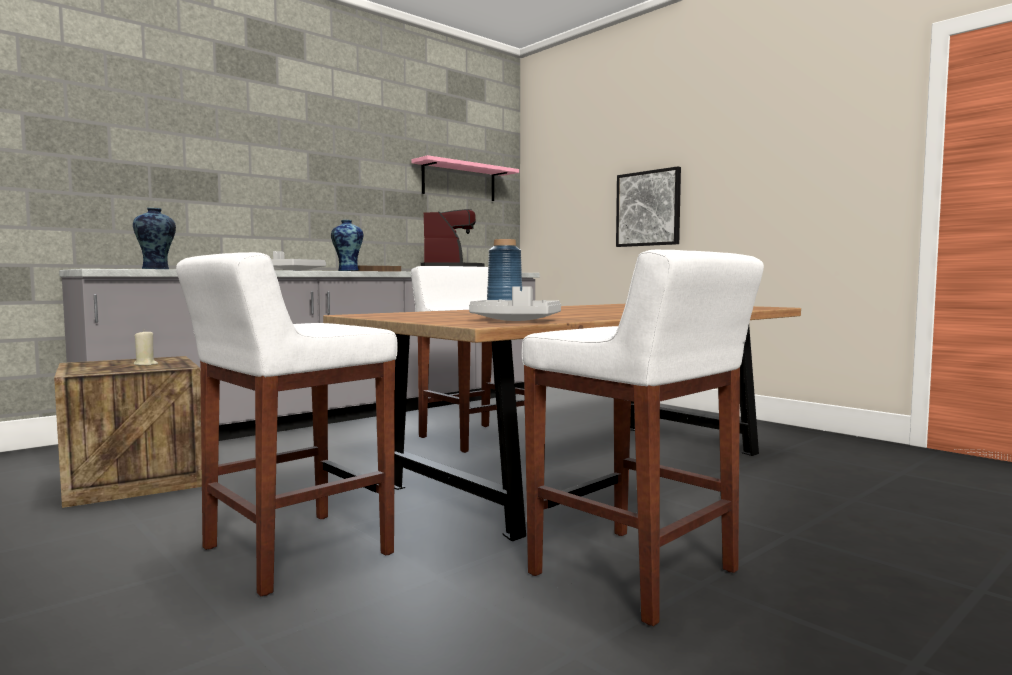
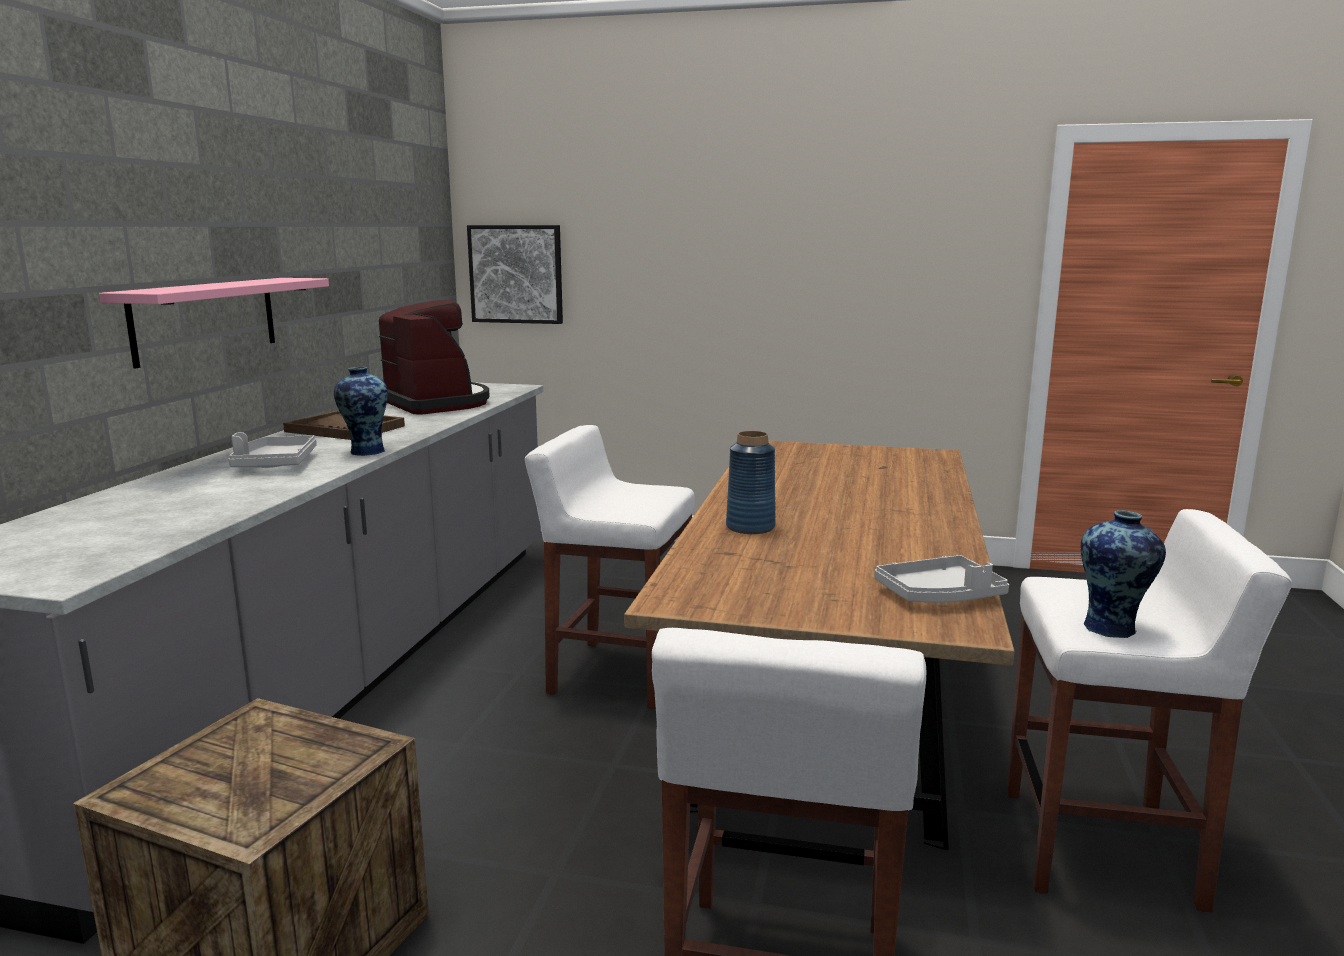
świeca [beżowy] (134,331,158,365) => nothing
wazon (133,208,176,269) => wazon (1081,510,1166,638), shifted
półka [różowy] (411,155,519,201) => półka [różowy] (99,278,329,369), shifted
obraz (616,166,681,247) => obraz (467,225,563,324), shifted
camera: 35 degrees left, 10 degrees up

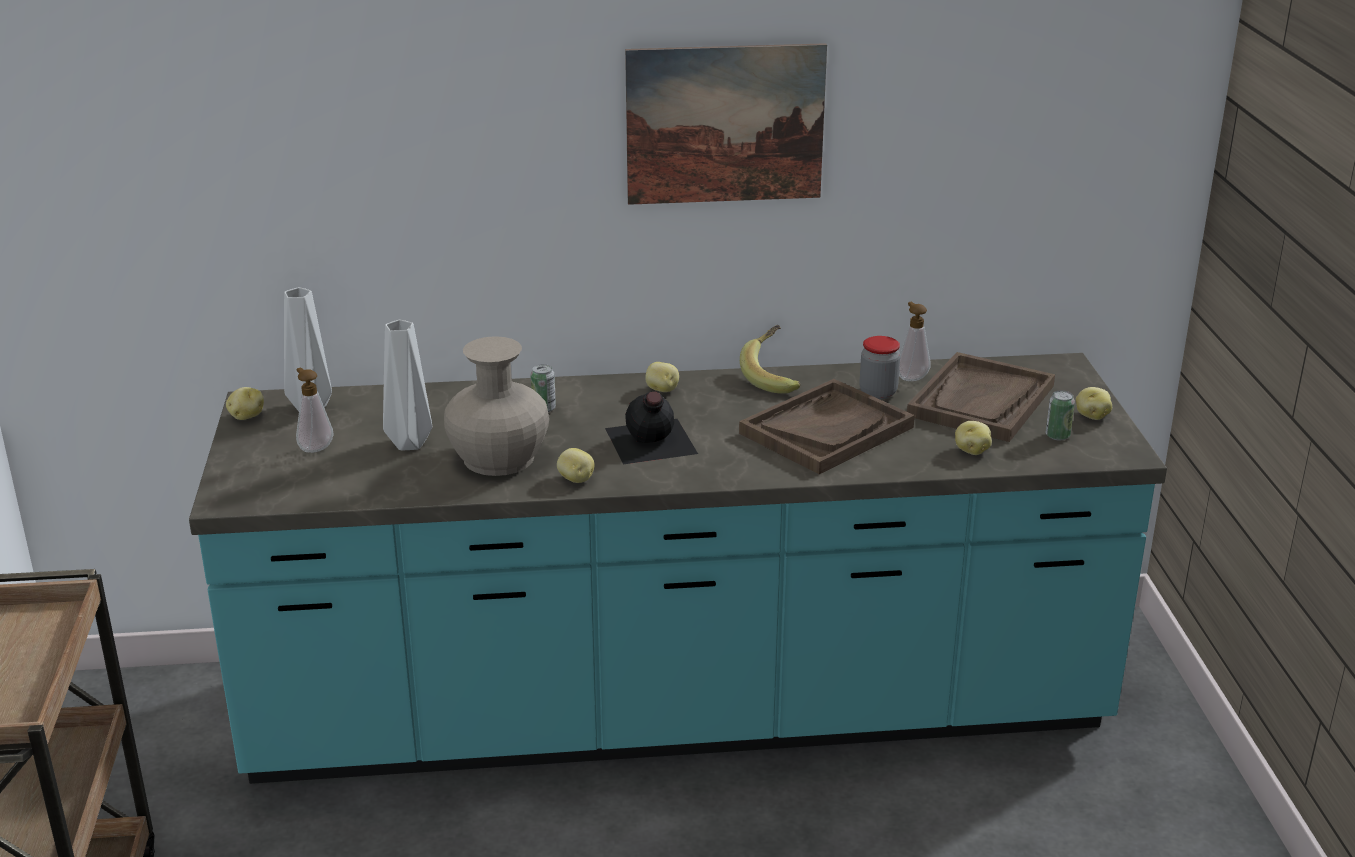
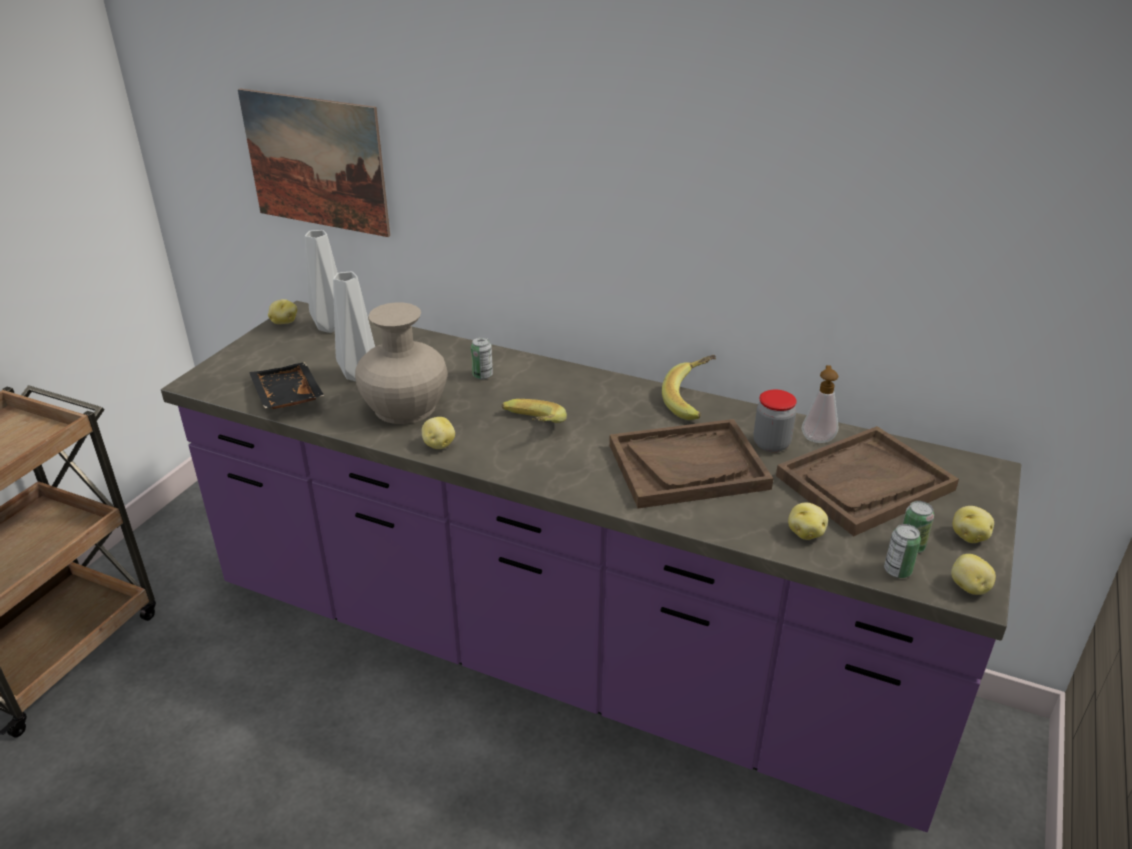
dozownik mydła (296,367,334,453) => nothing
nothing => taca [czarny] (249,362,324,409)
nothing => puszka (884,524,921,578)
obraz (625,43,827,205) => obraz (238,89,390,237), shifted
ziemniak (645,362,679,392) => ziemniak (951,554,996,595), shifted
butelka [czarny] (605,392,698,464) => banan (501,399,567,423)
zabudowa kuchenna [turkusowy] (189,353,1167,784) => zabudowa kuchenna [fioletowy] (161,301,1021,832)
camera: 30 degrees right, 5 degrees up

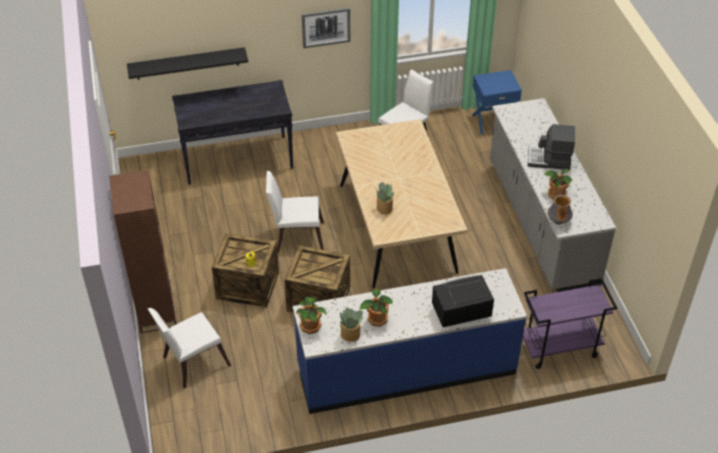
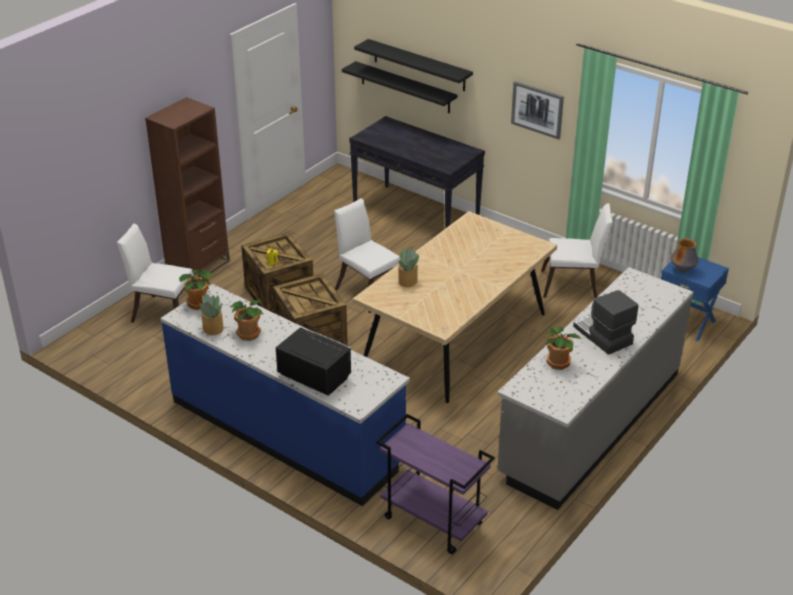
nothing => półka [czarny] (354,39,473,91)
wazon (547,195,573,224) => wazon (670,238,699,273), shifted
camera: 50 degrees right, 10 degrees down

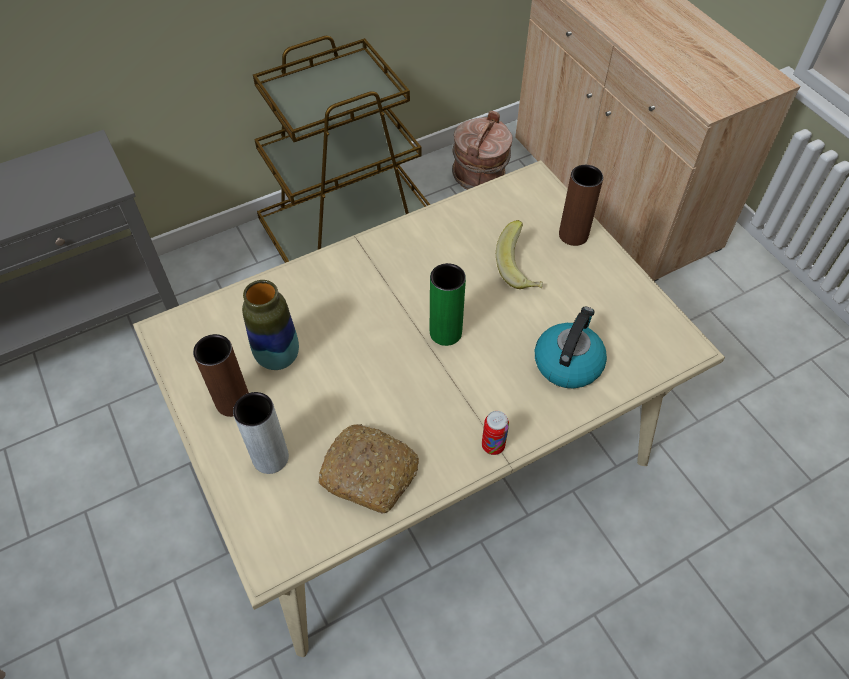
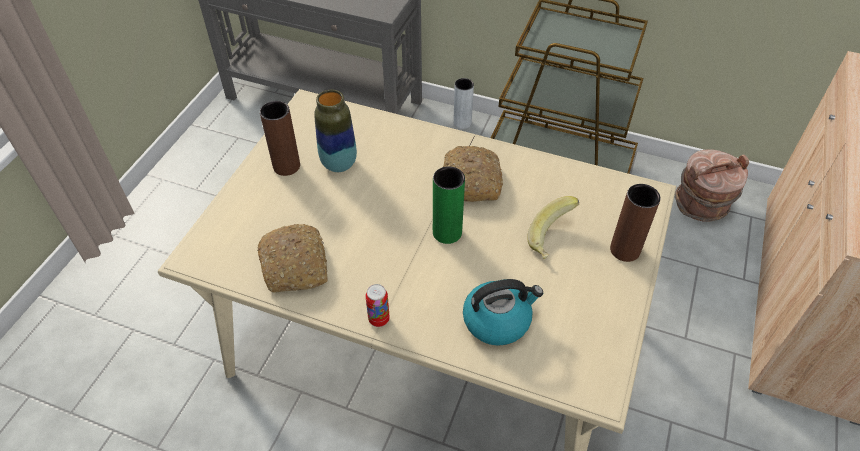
nothing => chleb (443,146,503,202)
wazon [szary] (233,392,289,474) => wazon [szary] (453,78,474,129), shifted
camera: 50 degrees right, 5 degrees down

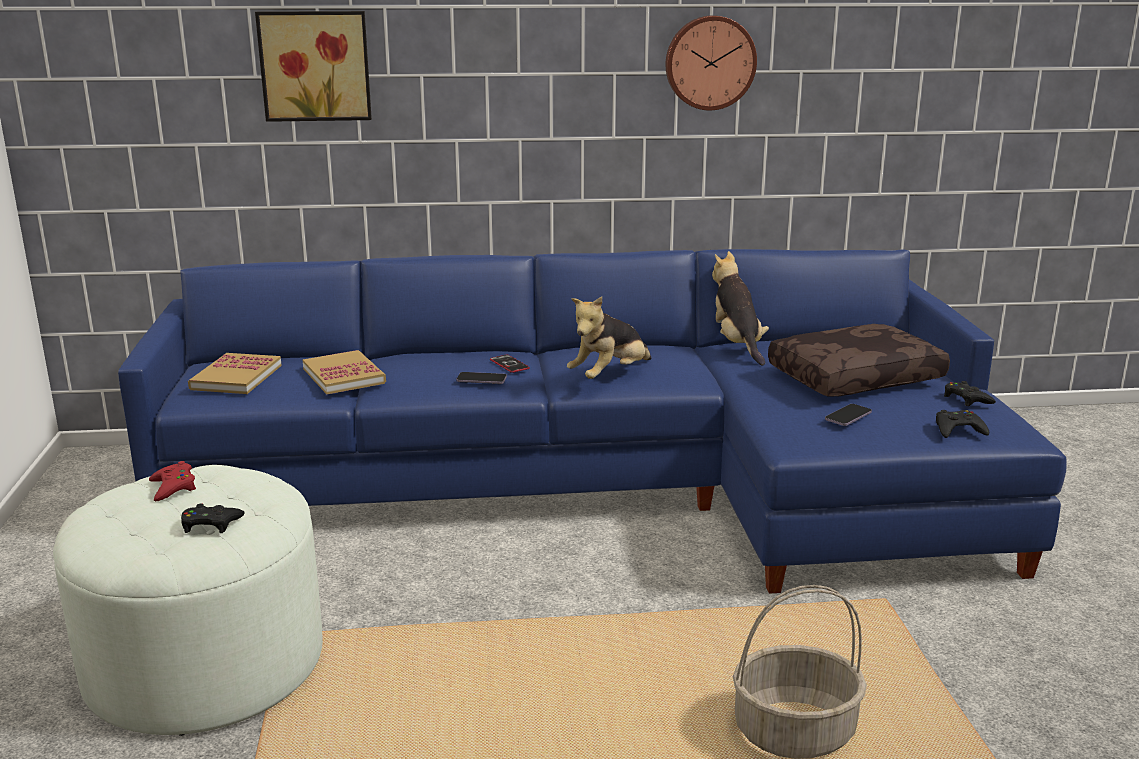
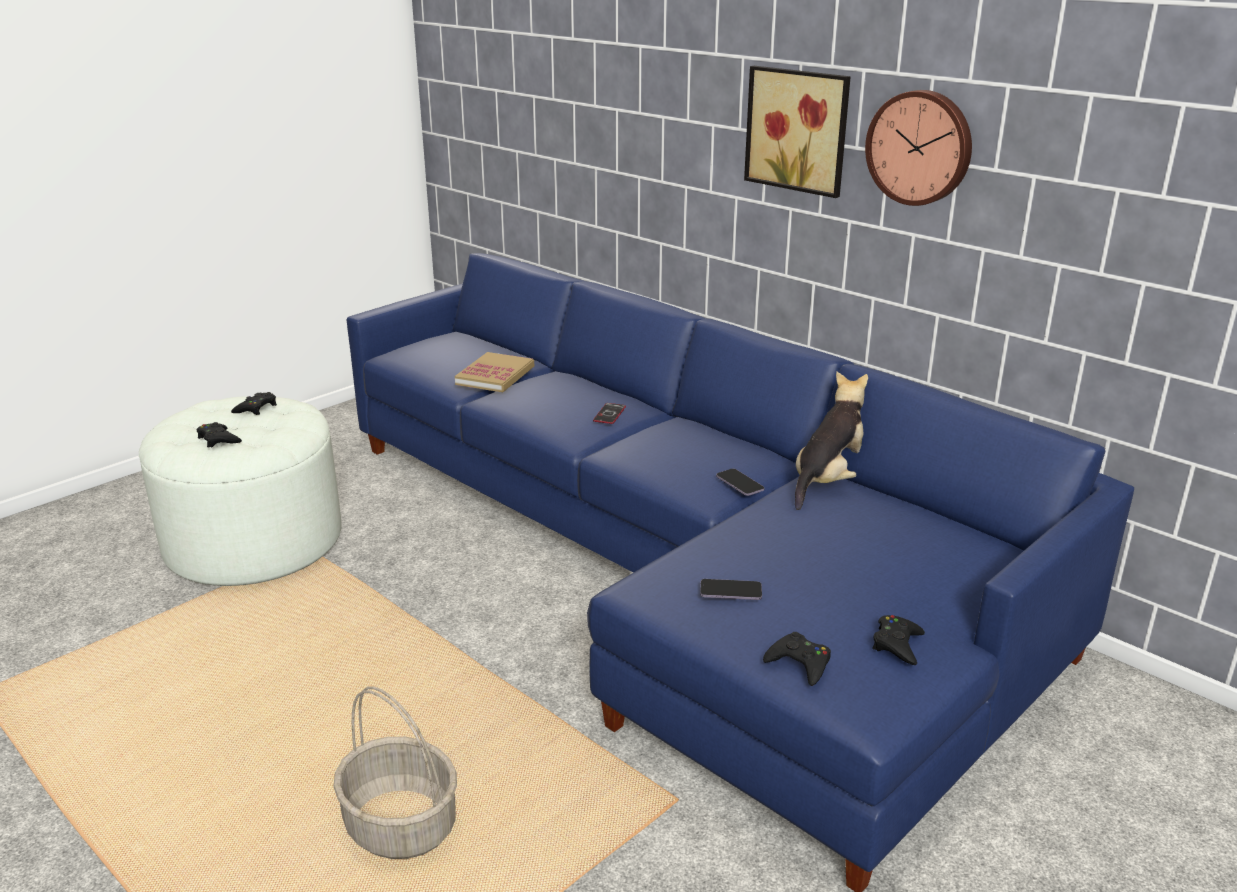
książka (188,353,282,394) => nothing
pluszak (567,296,652,379) => nothing
poduszka [brązowy] (768,324,950,396) => nothing
obraz (255,11,372,122) => obraz (744,66,851,198), shifted
telefon (457,372,507,384) => telefon (716,468,765,496), shifted
pad do gier [czerwony] (149,461,196,501) => pad do gier [czarny] (231,392,277,415)
camera: 50 degrees right, 5 degrees up

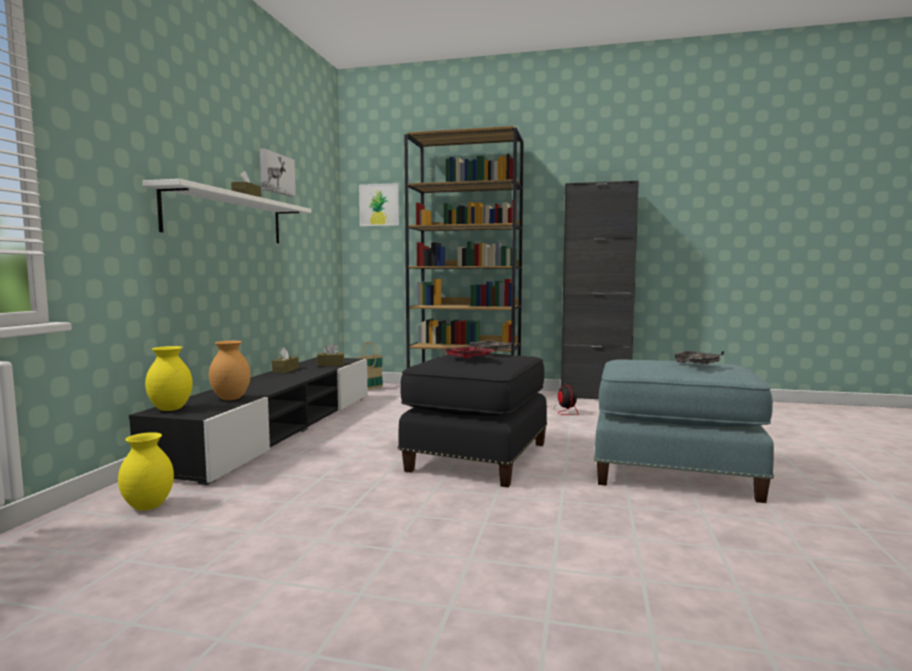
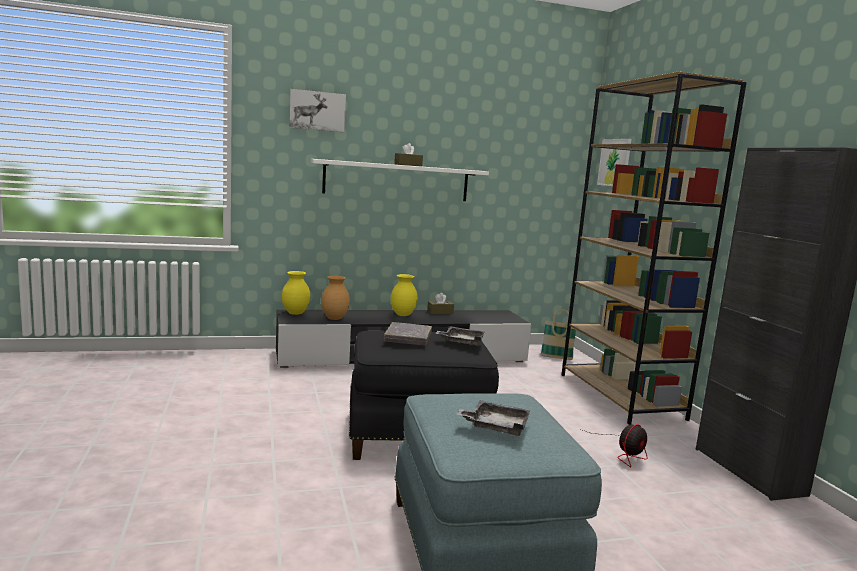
pudełko chusteczek [brązowy] (317,343,344,366) => nothing
wazon [żółty] (118,432,174,511) => wazon [żółty] (391,274,418,316), shifted
obraz (260,148,296,197) => obraz (289,89,346,132), shifted
taca [czerwony] (444,343,495,359) => książka [szary] (384,322,432,345)
camera: 60 degrees right, 5 degrees up

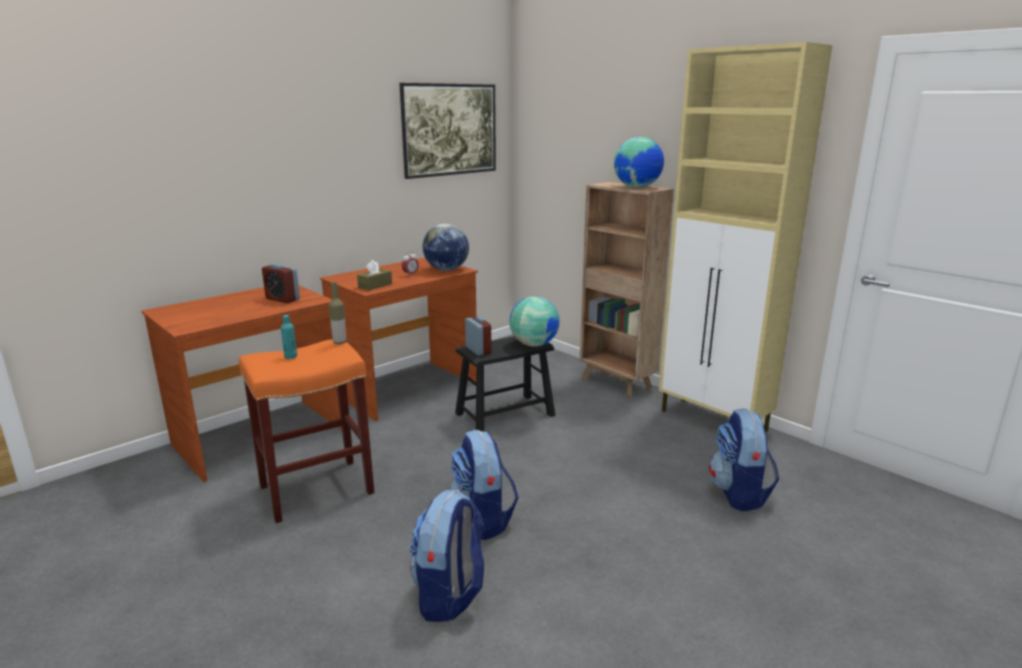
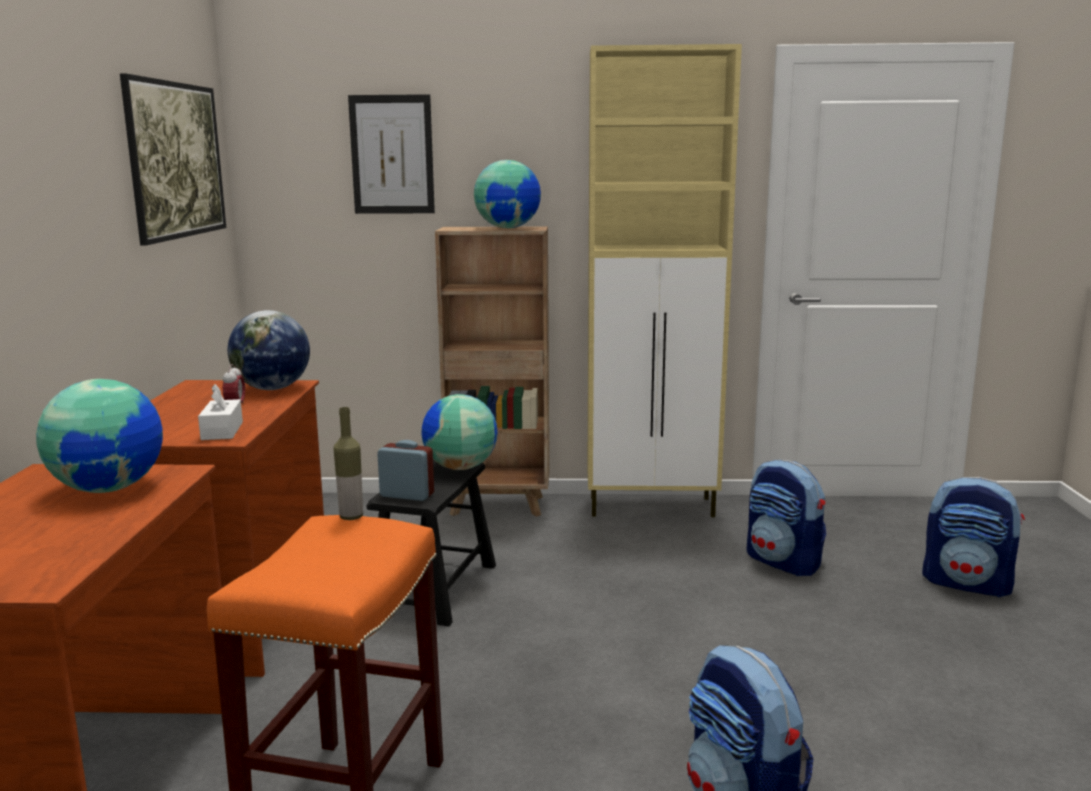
butelka [turkusowy] (281,315,297,359) => nothing
nothing => obraz (348,94,435,214)
plecak (450,430,519,540) => plecak (922,477,1025,597), shifted
budzik (262,263,300,303) => globus (36,379,163,493)
pudełko chusteczek [brązowy] (357,260,392,291) => pudełko chusteczek [biały] (198,384,243,440)
camera: 45 degrees left, 5 degrees down

